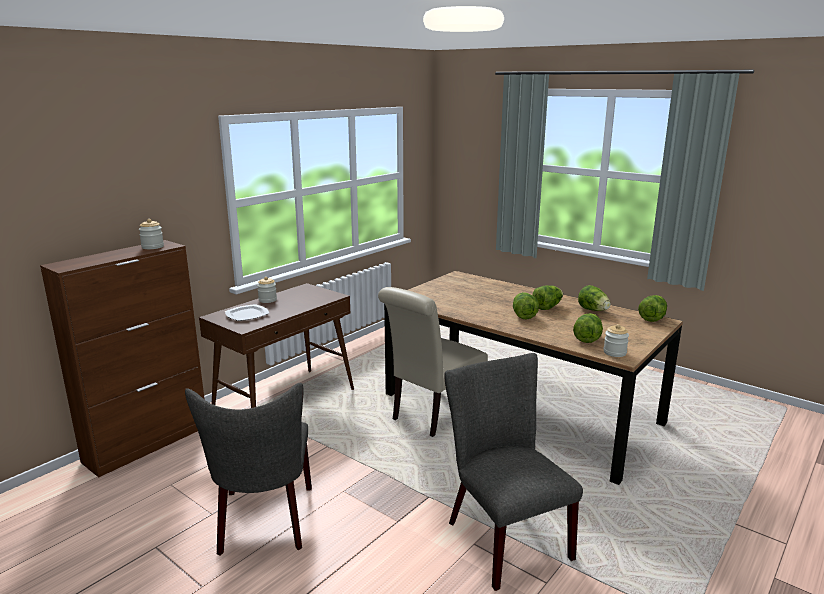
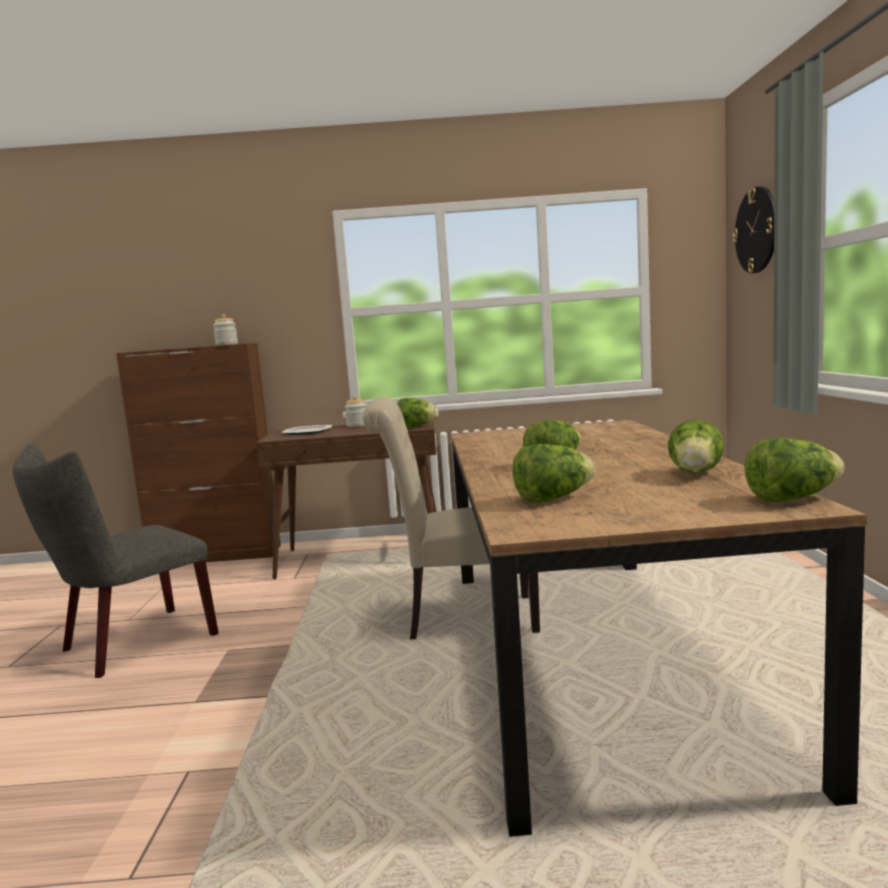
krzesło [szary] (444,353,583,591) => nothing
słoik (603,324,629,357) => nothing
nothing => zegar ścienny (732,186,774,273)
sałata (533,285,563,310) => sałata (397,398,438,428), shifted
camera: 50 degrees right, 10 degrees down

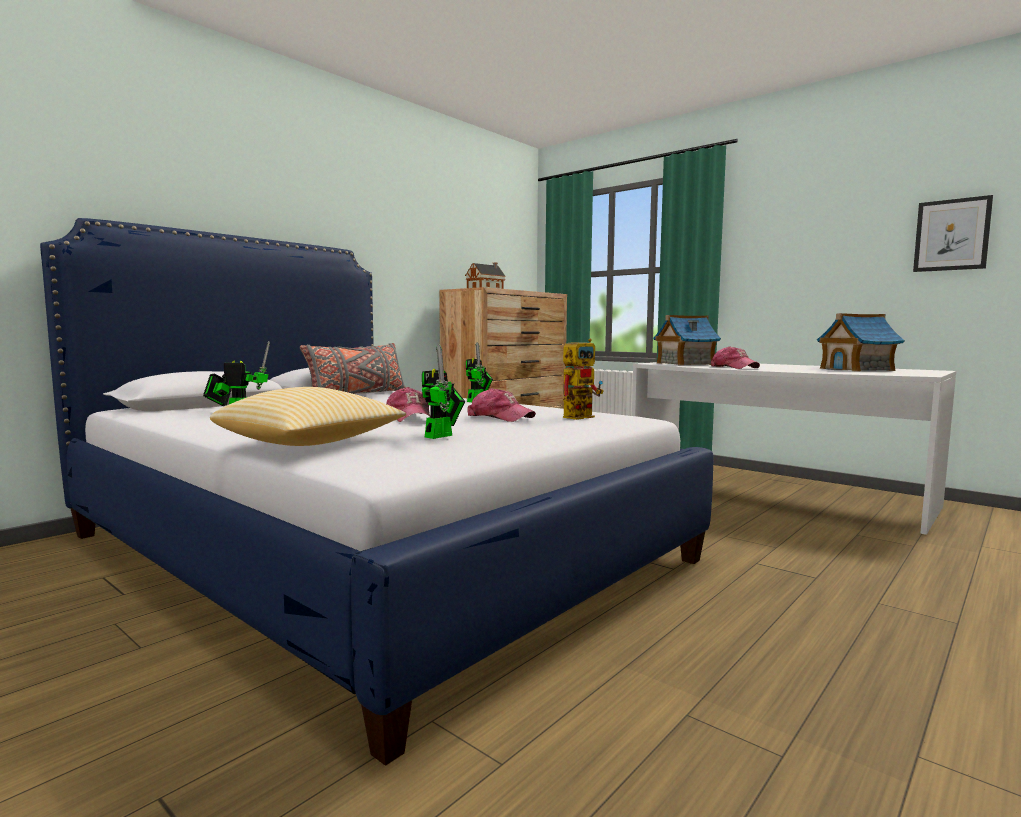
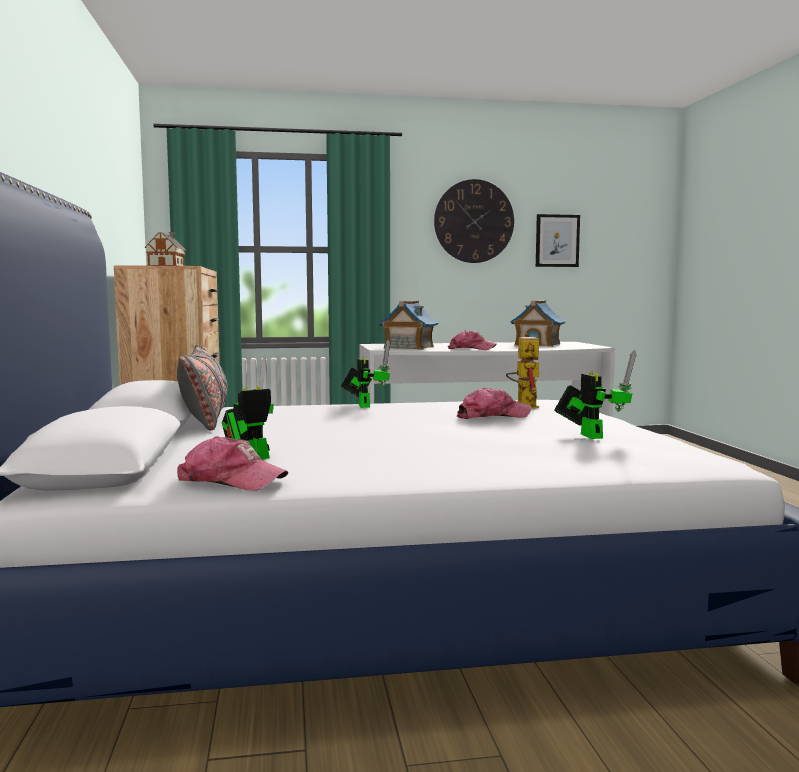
poduszka (210,387,406,446) => nothing
nothing => zegar ścienny (434,179,514,263)
czapka z daszkiem (386,387,431,422) => czapka z daszkiem (177,436,288,491), shifted
camera: 50 degrees left, 0 degrees up

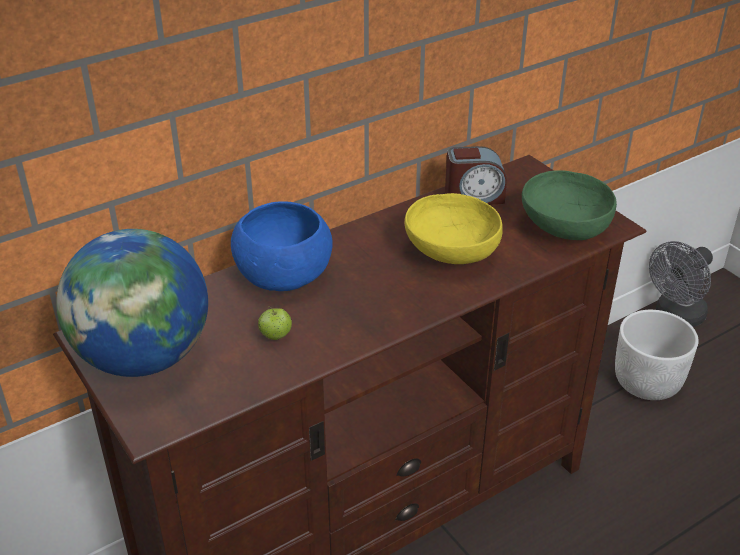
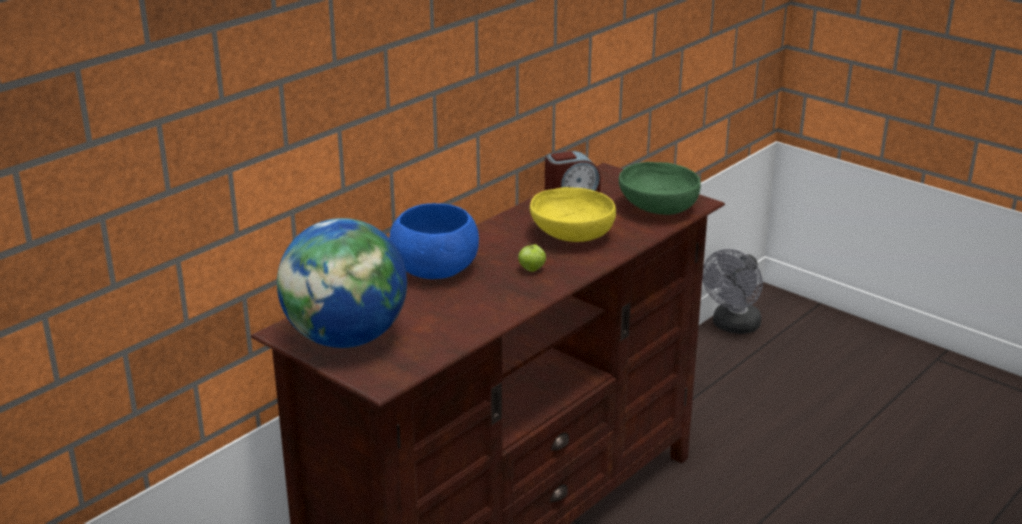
donica [biały] (615,310,699,400) => nothing
jabłko (258,306,292,340) => jabłko (518,242,546,272), shifted
camera: 15 degrees left, 10 degrees down

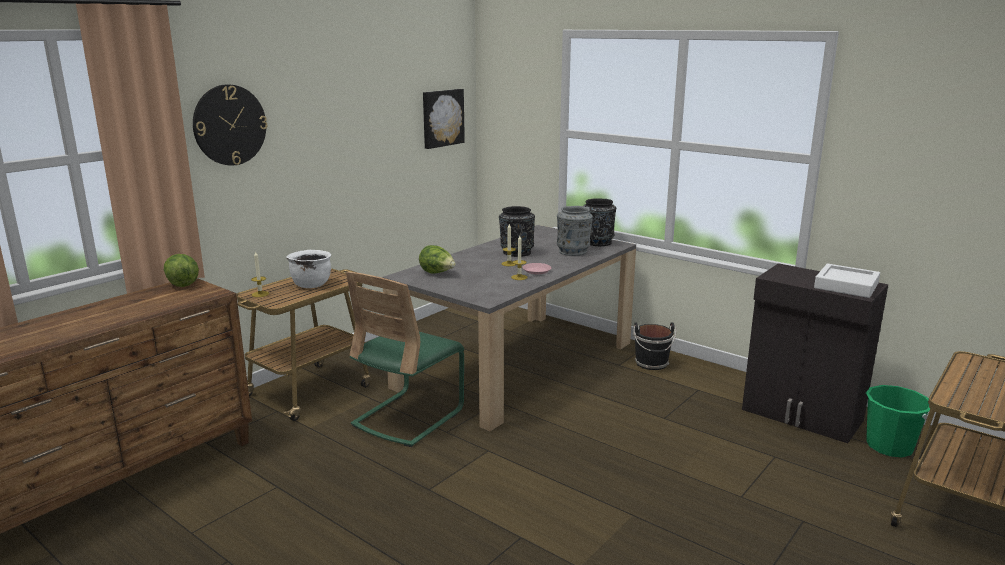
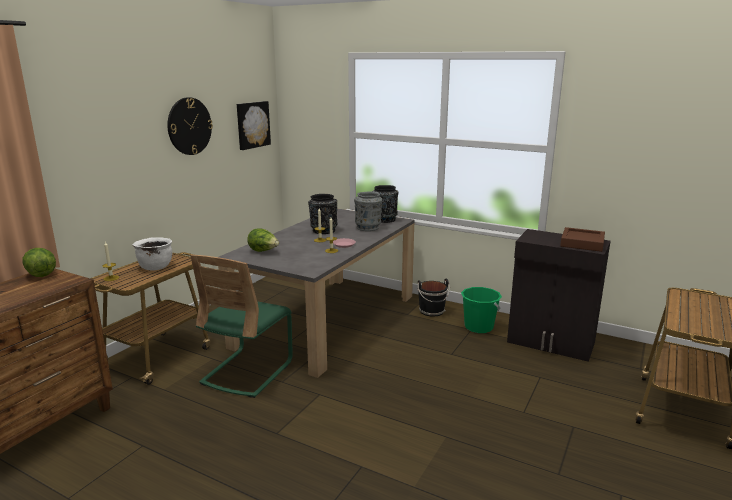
zegar ścienny (193,84,267,166) => zegar ścienny (167,97,213,155), shifted
wiadro [zielony] (866,385,930,457) => wiadro [zielony] (461,287,502,333), shifted
taca [biały] (814,264,880,298) => taca [brązowy] (560,227,605,252)
camera: 10 degrees left, 0 degrees up

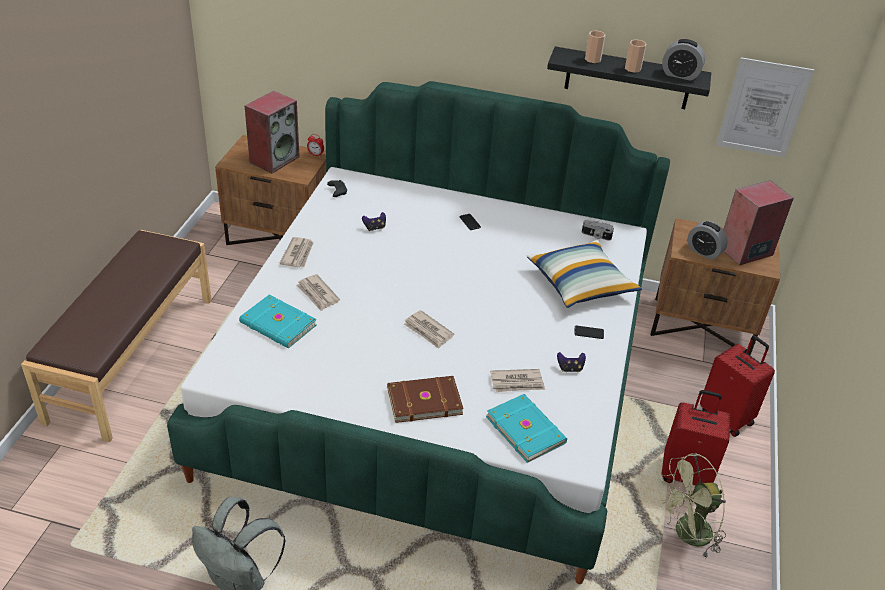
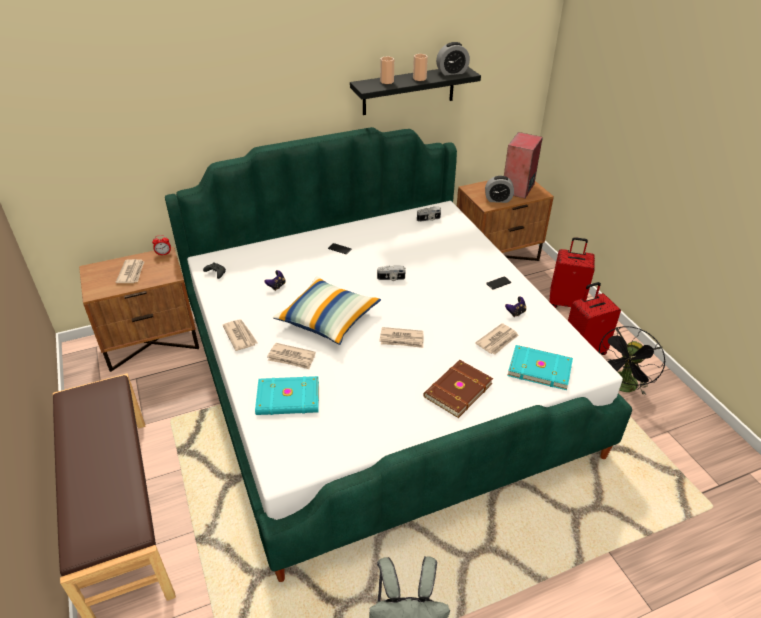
obraz (716,57,814,157) => nothing
nothing => aparat fotograficzny (377,266,406,281)
poduszka (526,240,642,308) => poduszka (273,277,381,345), shifted
głośnik (245,91,300,173) => gazeta (116,259,144,283)
wentylator [zielony] (660,453,726,559) => wentylator [czarny] (598,326,665,395)
camera: 35 degrees left, 0 degrees up

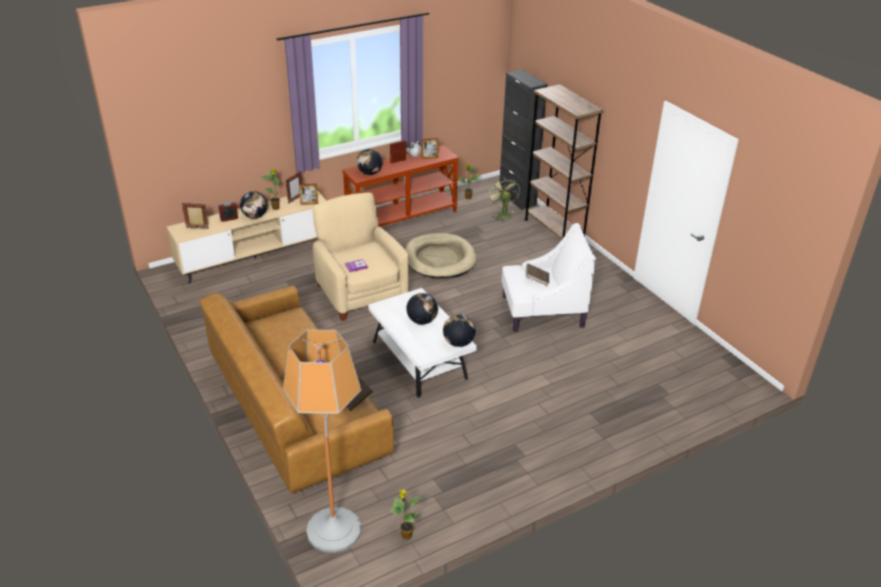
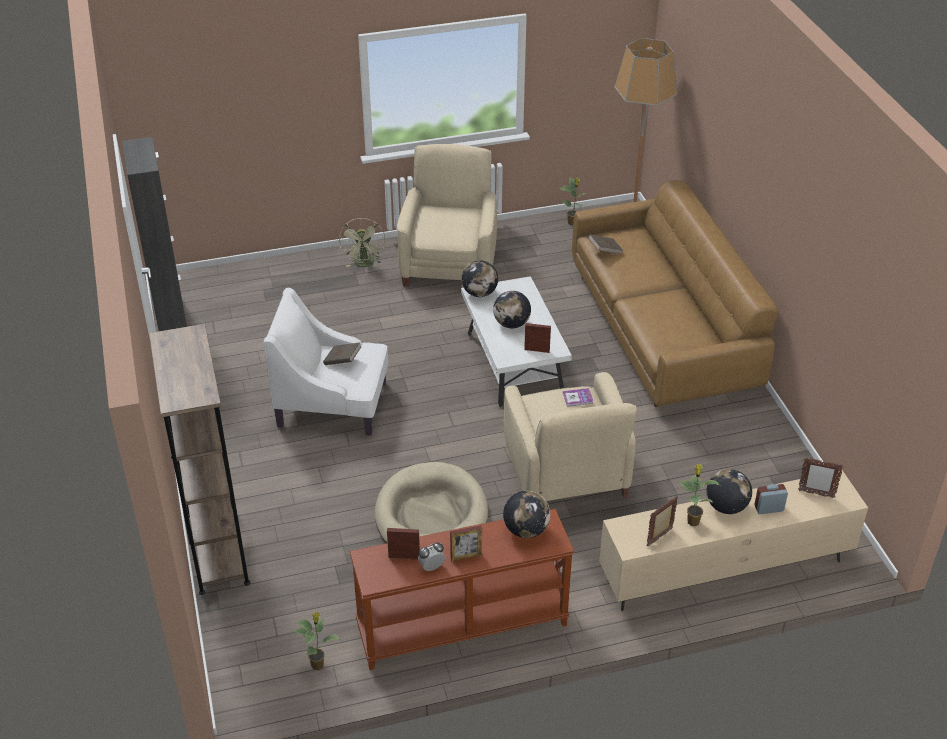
nothing => fotel [beżowy] (397,144,497,287)
ramka na zdjęcie (299,184,318,205) => ramka na zdjęcie (524,323,551,353), shifted
wentylator [zielony] (487,178,520,222) => wentylator [zielony] (339,218,385,267), shifted
szafka [czarny] (499,69,548,210) => szafka [czarny] (122,137,187,331), shifted
camera: 165 degrees left, 5 degrees up

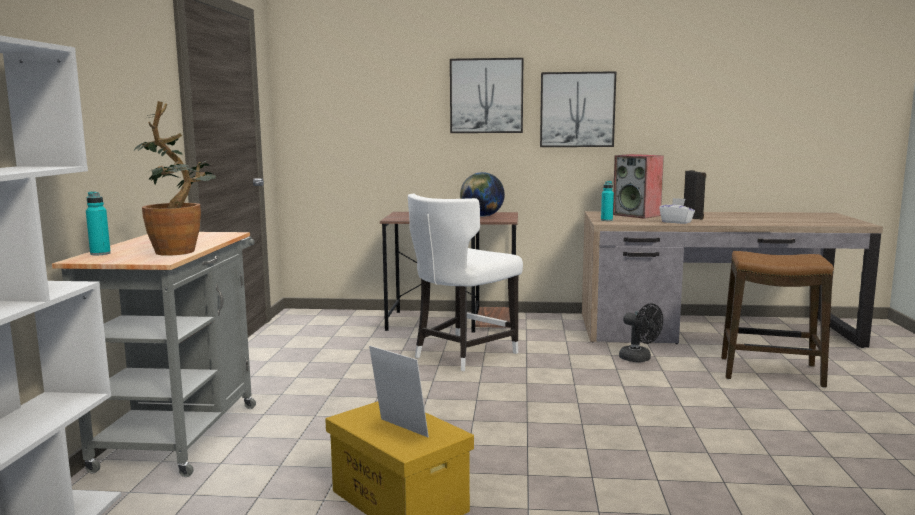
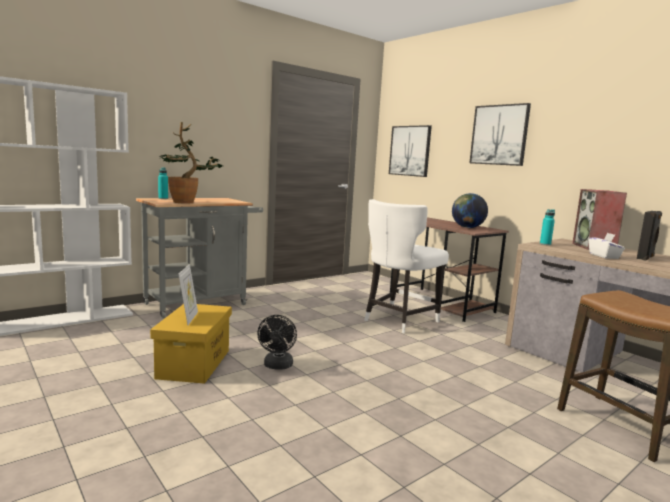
obraz (540,71,616,147) => obraz (389,125,432,177), shifted
wentylator [czarny] (619,303,663,362) => wentylator [czarny] (257,315,297,370), shifted
krzesło [biały] (408,193,523,371) => krzesło [biały] (364,199,449,333), 45 degrees counterclockwise
camera: 45 degrees right, 0 degrees up

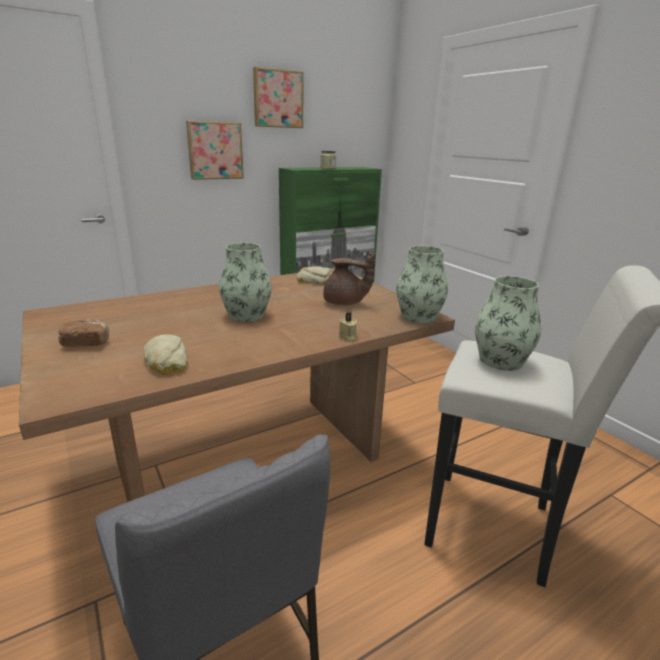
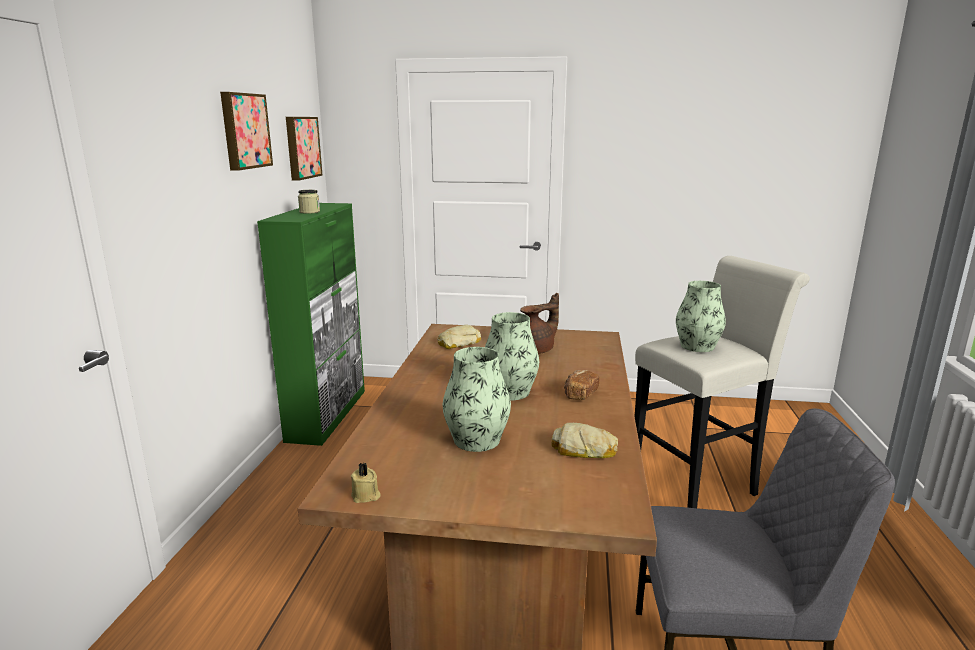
chleb (58,319,109,347) => chleb (564,370,600,400), shifted
obraz (186,121,244,180) => obraz (286,117,323,181), shifted
świeca [beżowy] (338,312,358,341) => świeca [beżowy] (351,463,381,503), shifted
wazon (396,246,448,323) => wazon (442,347,511,452), shifted
camera: 50 degrees left, 5 degrees down

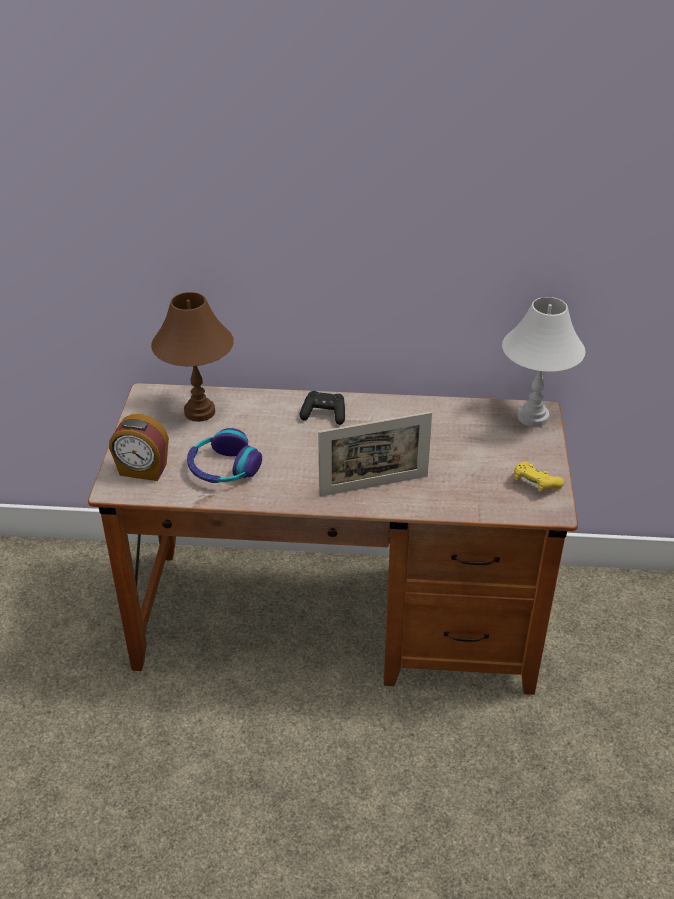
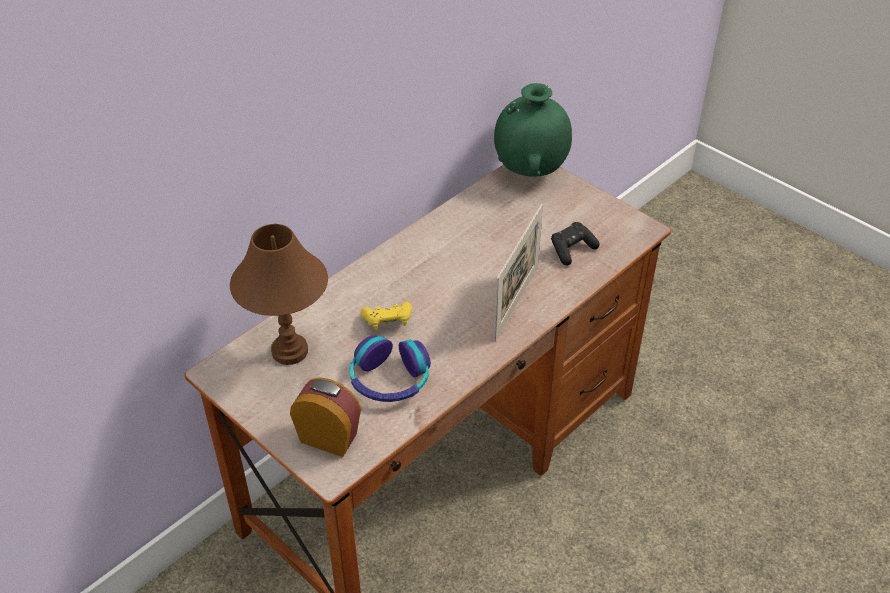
pad do gier [czarny] (300,391,345,425) => pad do gier [czarny] (551,222,600,265), shifted
pad do gier [żółty] (514,461,564,492) => pad do gier [żółty] (360,302,412,330), shifted
lampa stołowa [biały] (502,297,586,427) => wazon [zielony] (494,83,572,177)
budzik (109,414,169,481) => budzik (290,377,361,457), 120 degrees counterclockwise
camera: 50 degrees left, 5 degrees up

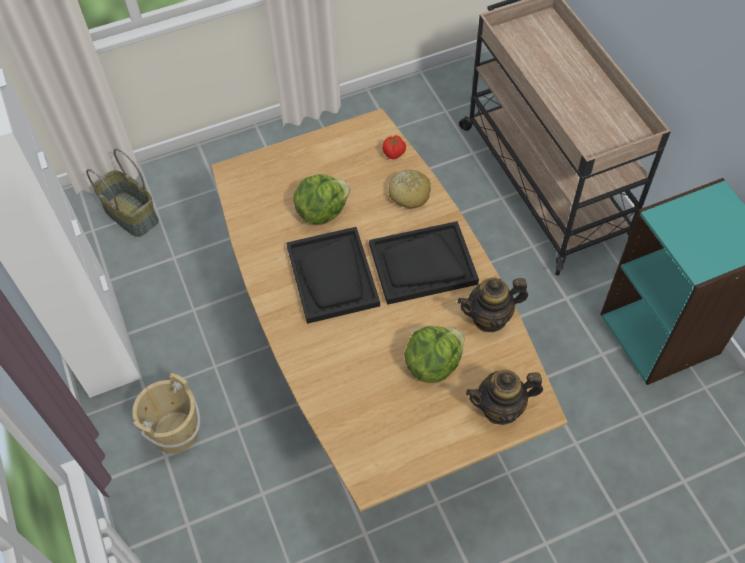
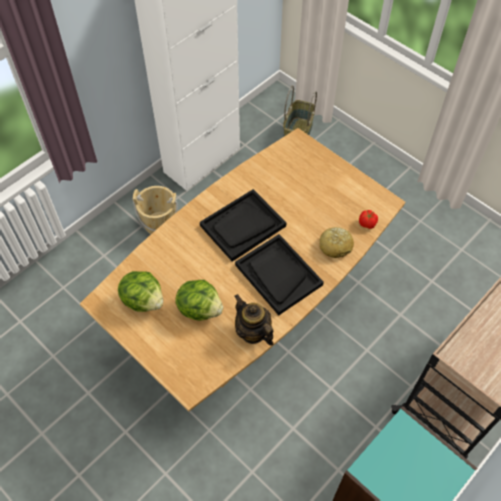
imbryk (466,370,543,425) => nothing
sałata (293,174,350,225) => sałata (118,271,163,312), shifted
camera: 65 degrees right, 0 degrees up

